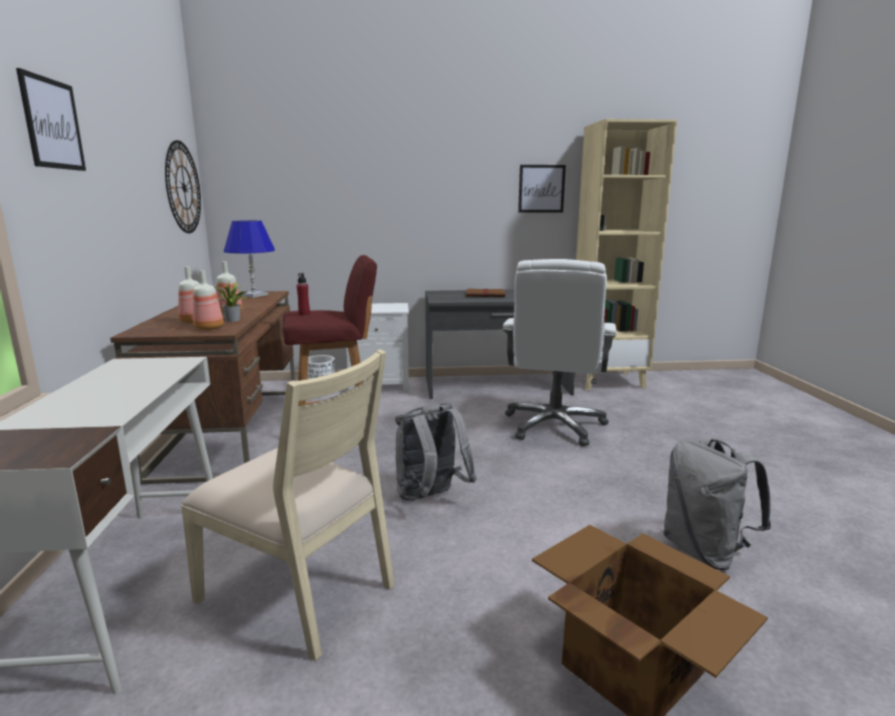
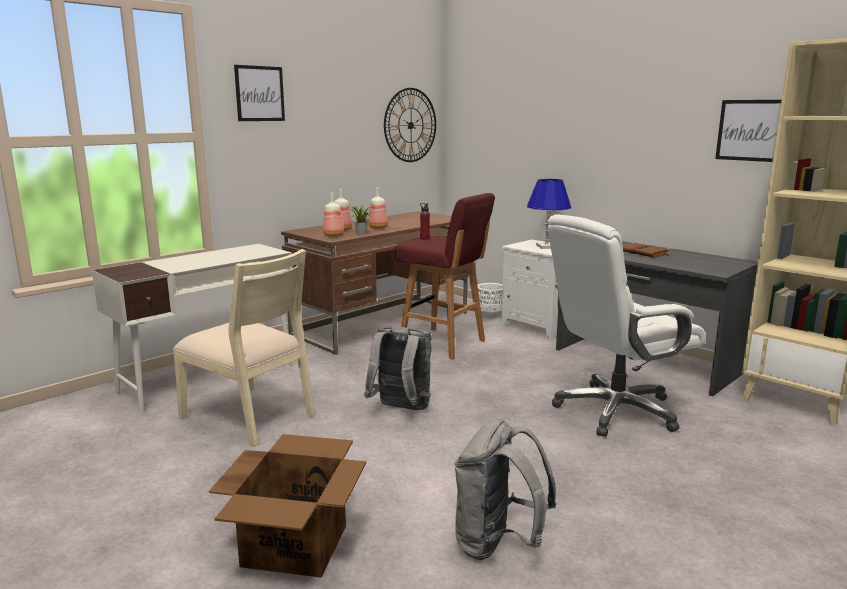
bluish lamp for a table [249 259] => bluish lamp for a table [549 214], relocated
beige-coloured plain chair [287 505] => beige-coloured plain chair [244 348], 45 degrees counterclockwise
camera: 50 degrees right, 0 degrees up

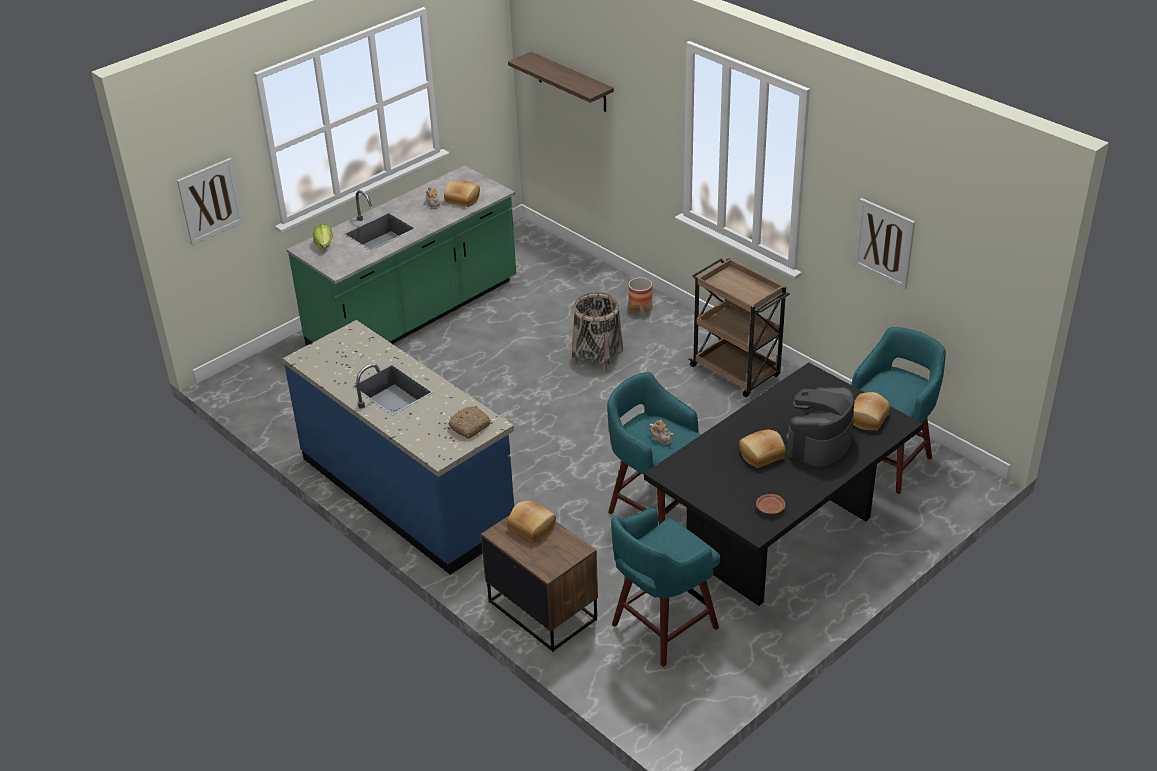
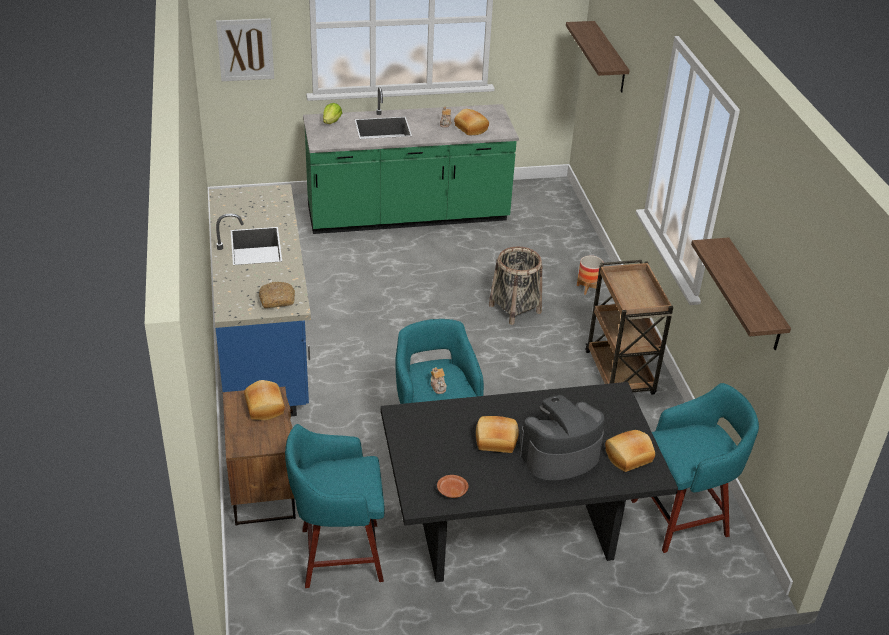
wall picture [884 244] => bracket shelf [741 293]
camera: 30 degrees right, 0 degrees up

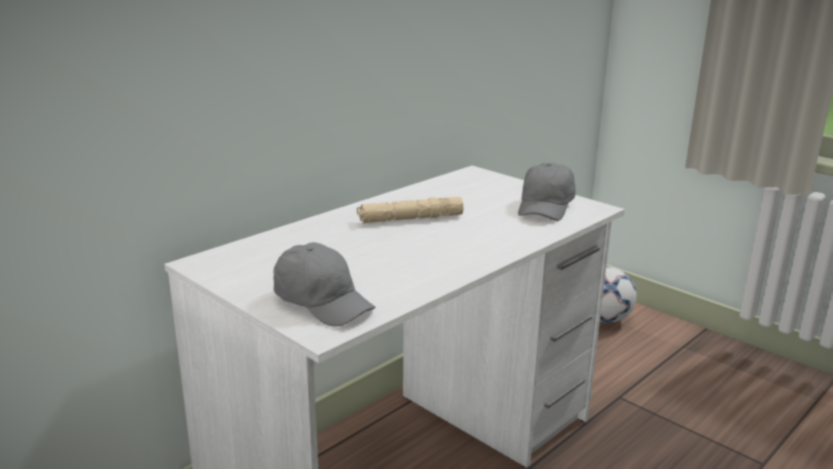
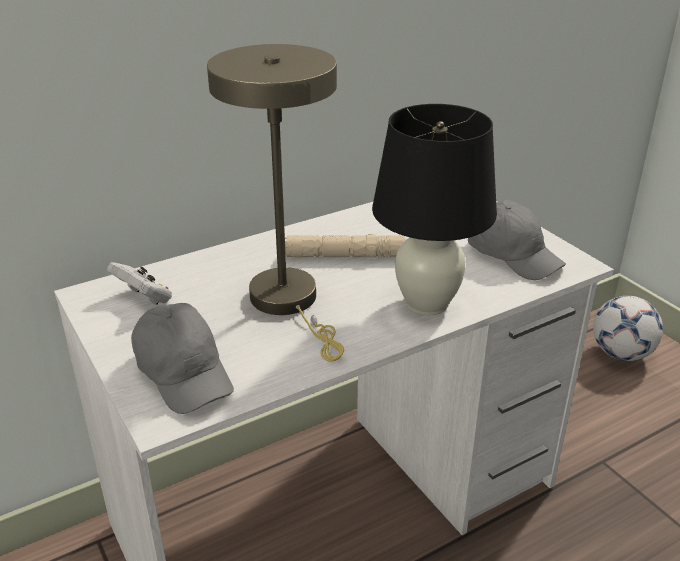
greyish cap [547 192] => greyish cap [517 240], 75 degrees counterclockwise
nothing => beige-coloured lamp for a table [275 202]
nothing => blackish lamp for a table [434 210]
nothing => white joypad [139 283]
camera: 15 degrees right, 10 degrees up

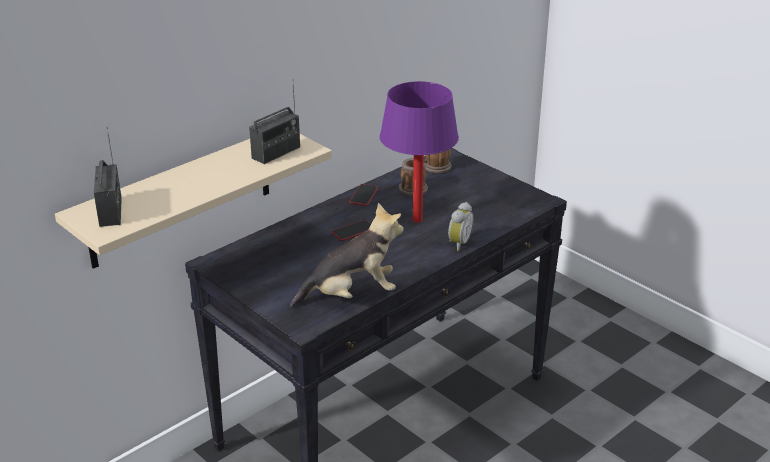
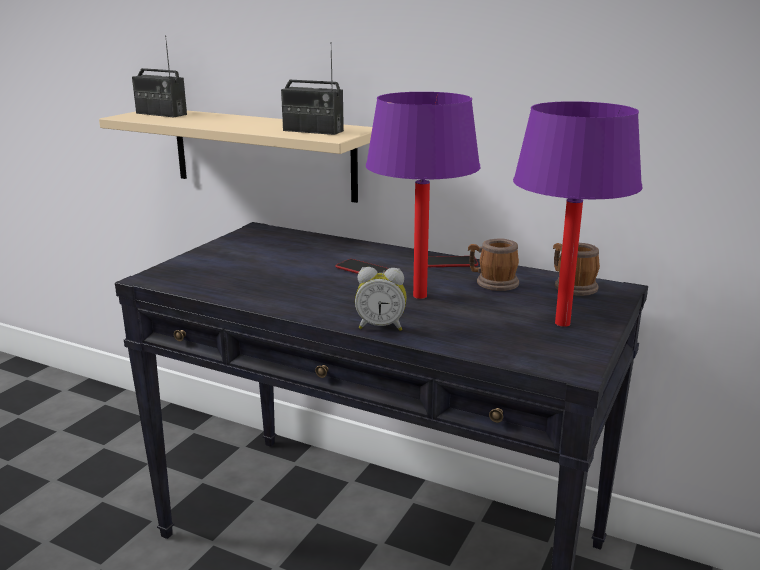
radio receiver [108 177] => radio receiver [159 76], 60 degrees clockwise
soft toy [347 255] => nothing
nothing => purplish lamp for a table [577 214]
camera: 70 degrees right, 10 degrees down

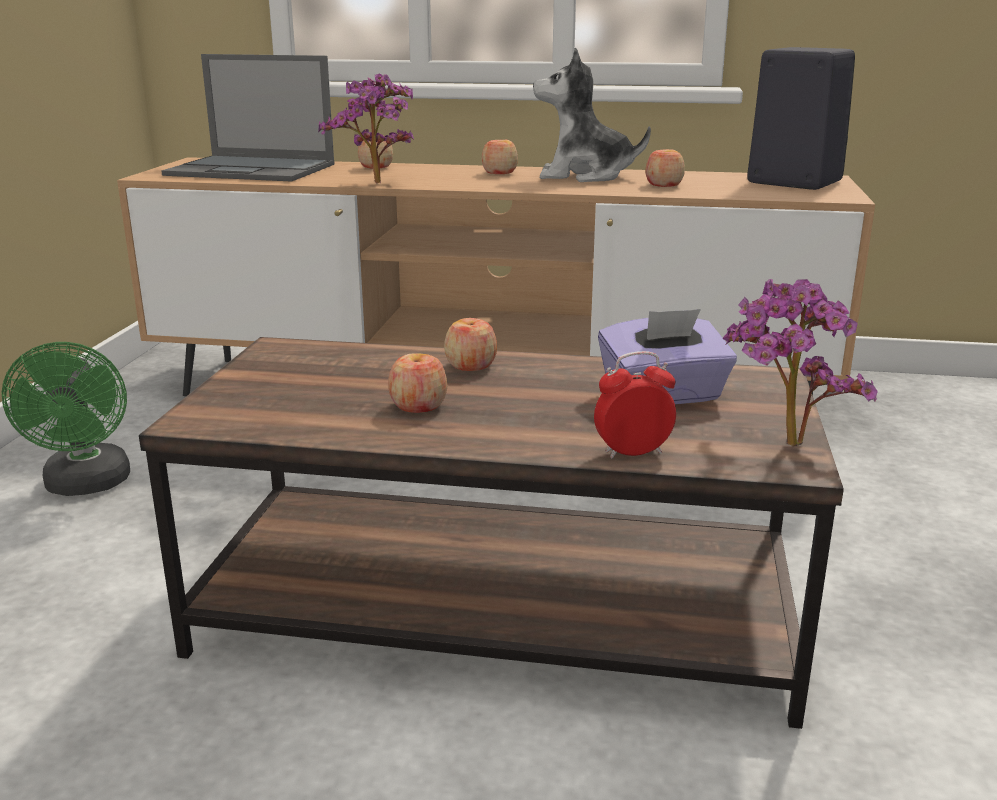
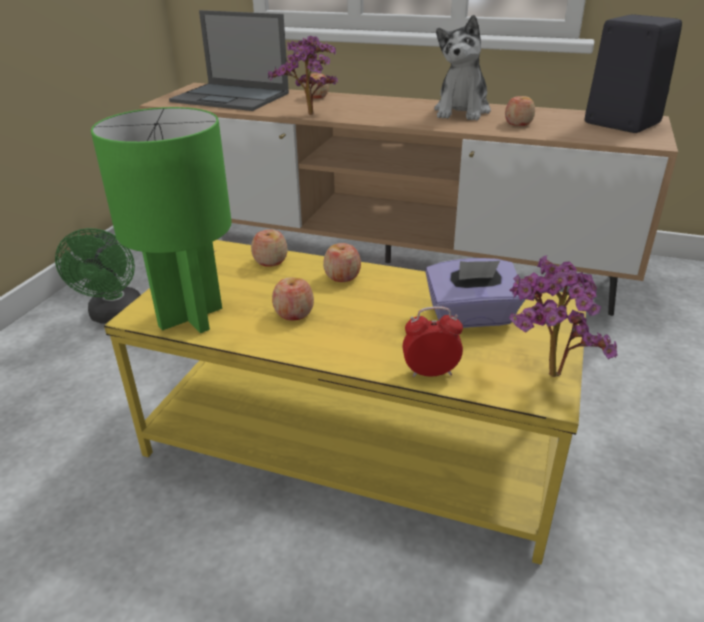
soft toy [592 114] => soft toy [462 68], 90 degrees counterclockwise
apple [500 157] => apple [269 248], relocated
brown-coloured coffee table [491 533] => yellow coffee table [345 402]
nothing => greenish lamp for a table [161 220]
camera: 10 degrees right, 10 degrees up

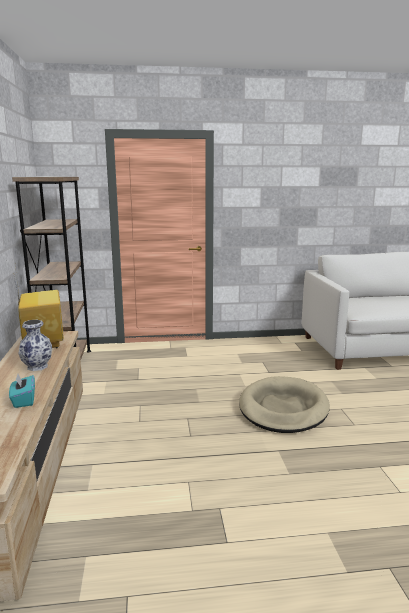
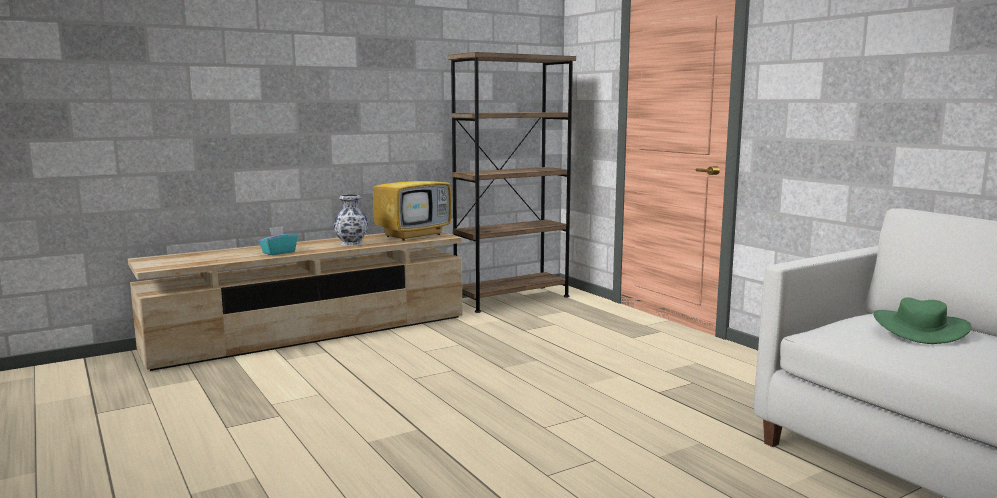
beige-coloured dog cushion [284 404] => nothing
nothing => greenish wearable hat [922 320]
camera: 65 degrees right, 5 degrees down

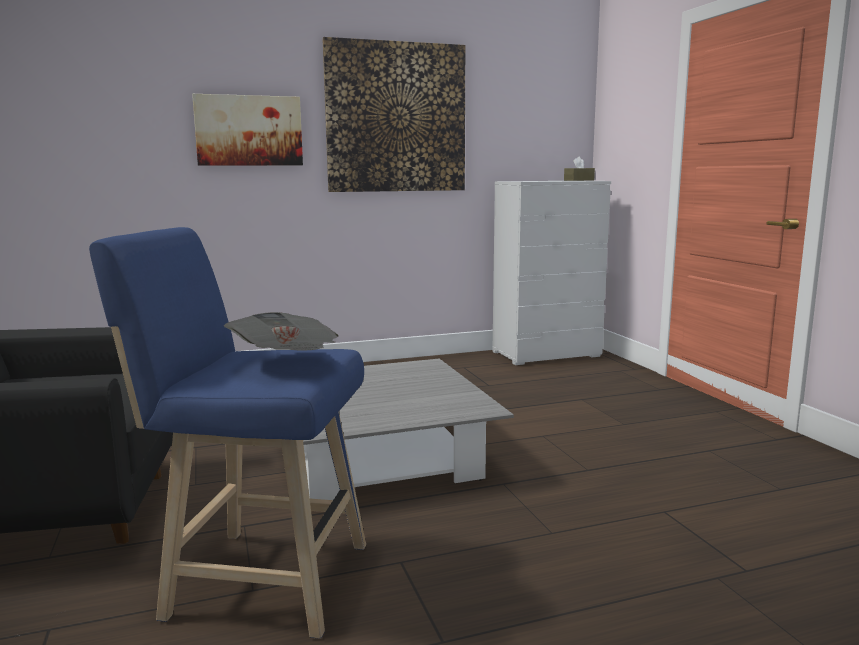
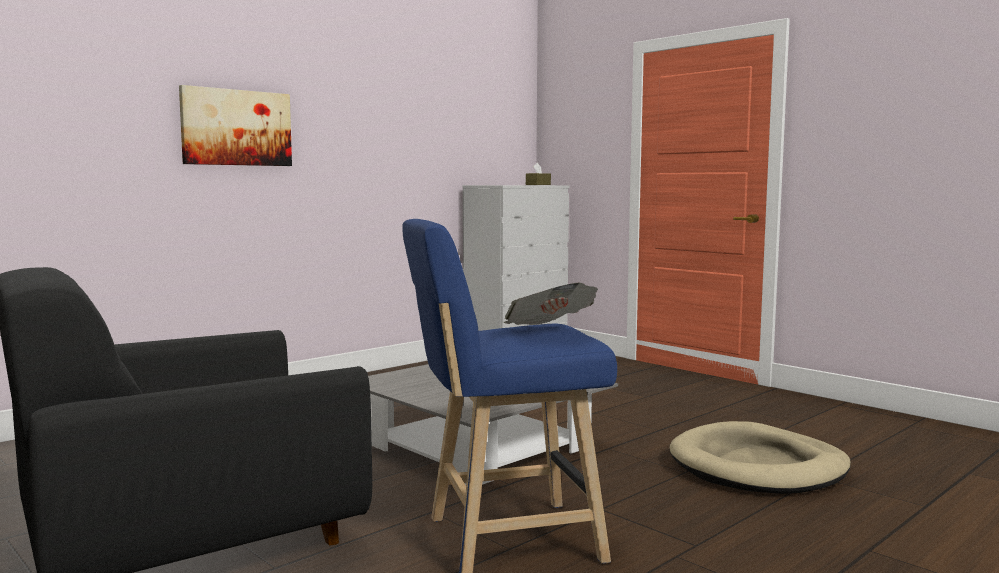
wall picture [393 114] => nothing
nothing => beige-coloured dog cushion [760 457]
camera: 25 degrees left, 5 degrees down

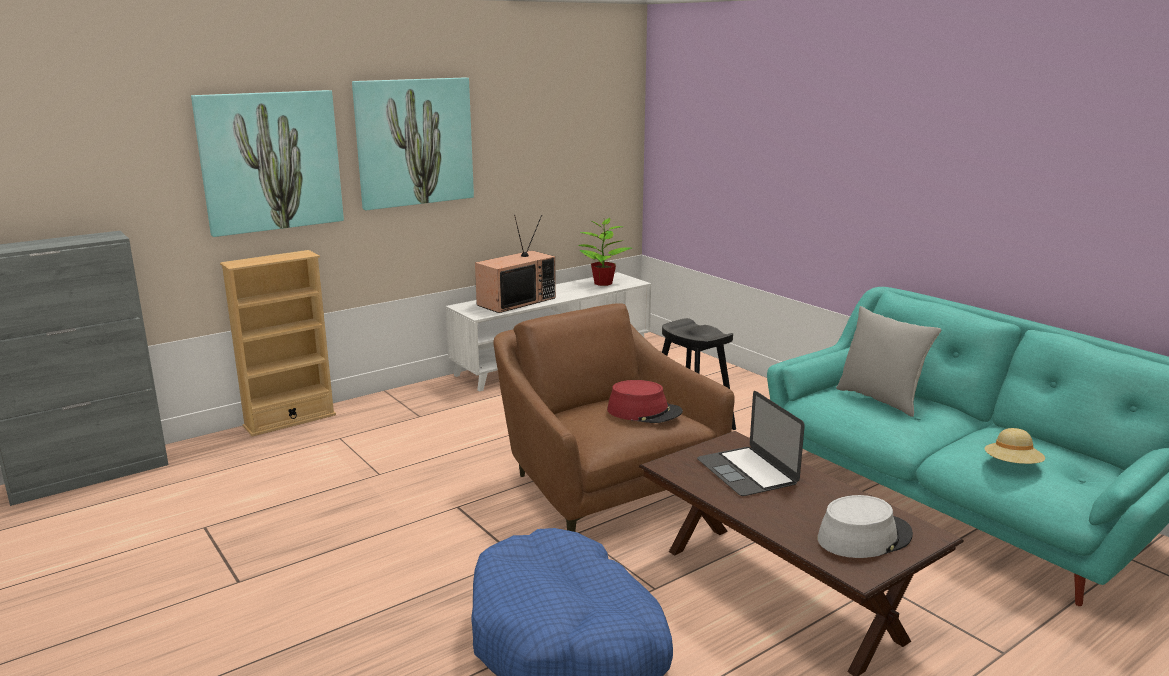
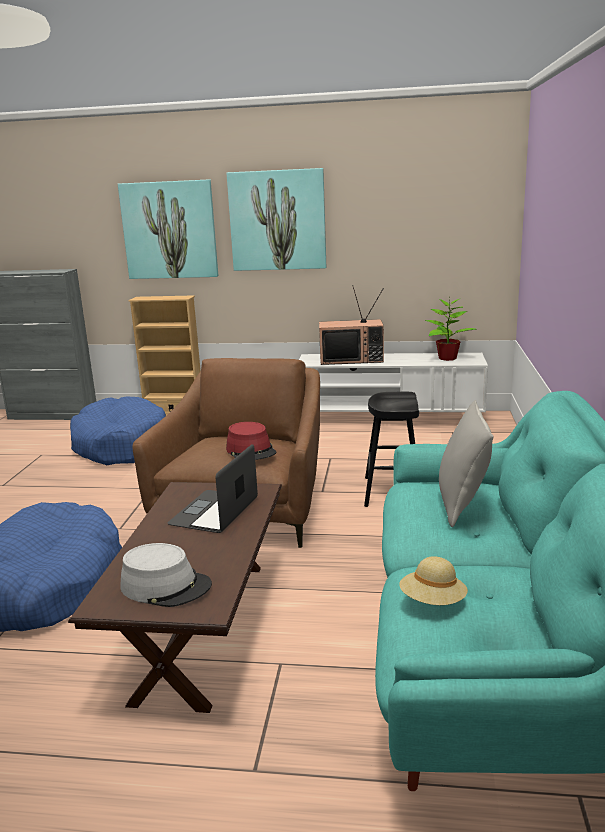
nothing => bluish dog cushion [118 431]
camera: 45 degrees right, 0 degrees up

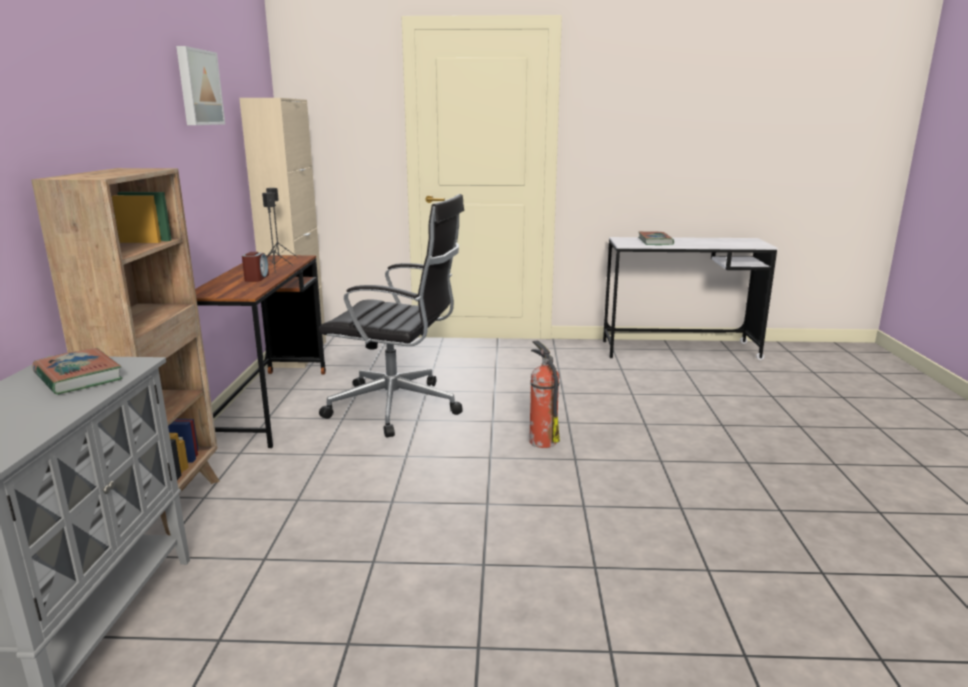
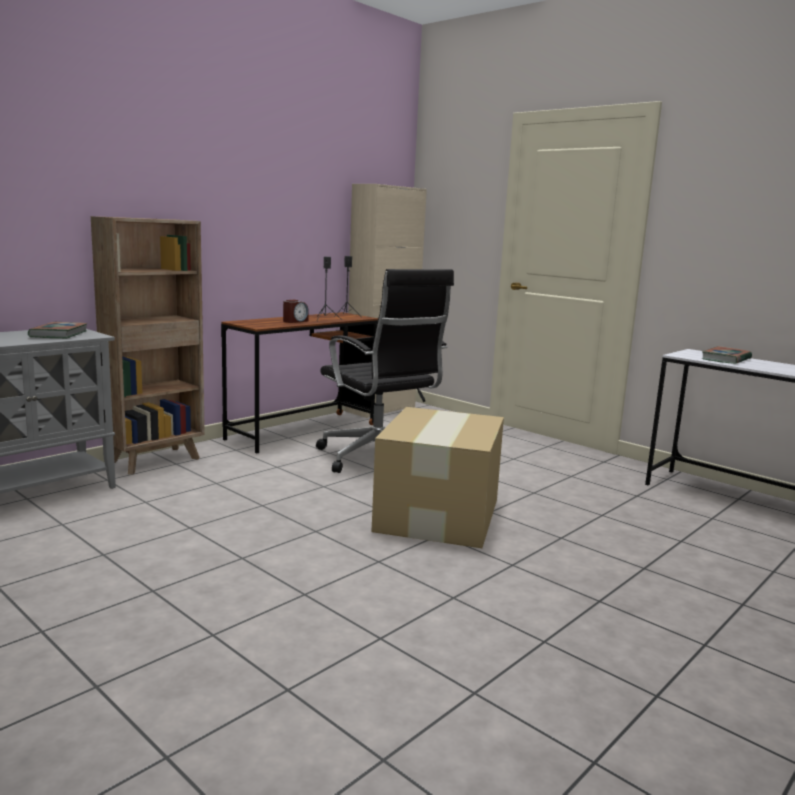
wall picture [200 85] => nothing
extinguisher [544 394] => carton [437 477]
camera: 40 degrees right, 5 degrees down

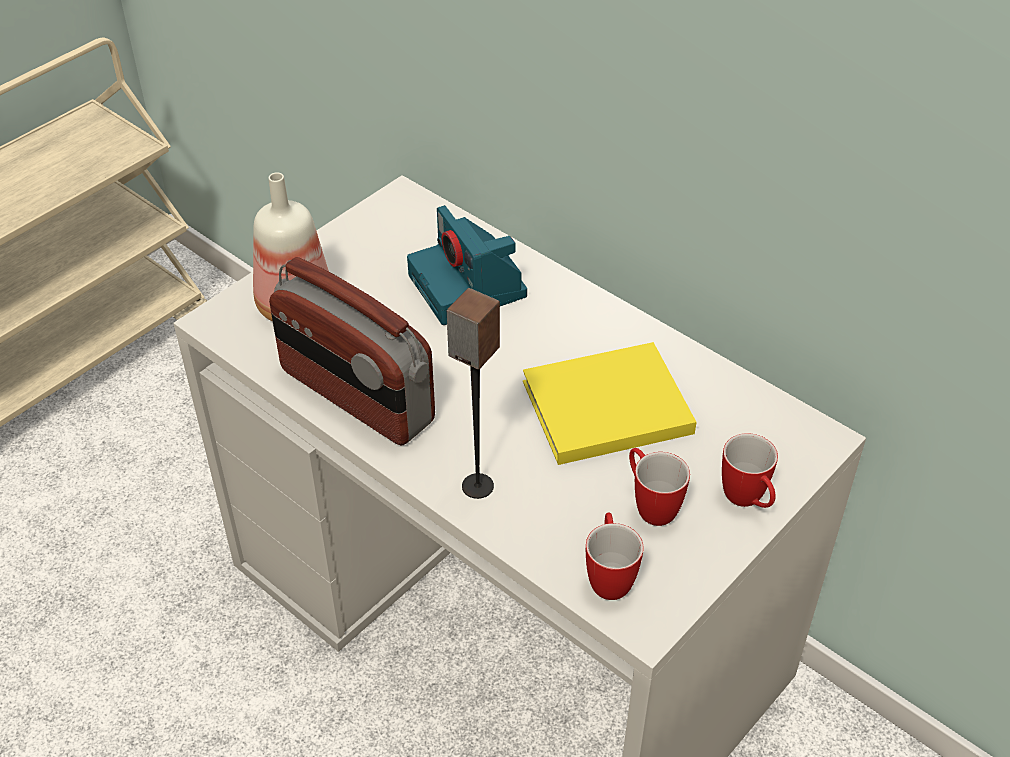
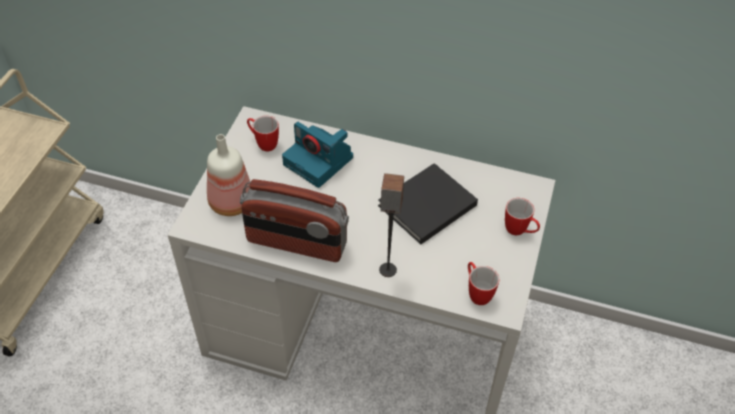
yellow book [609 403] => blackish book [428 203]
coffee mug [659 487] => coffee mug [263 133], relocated
camera: 25 degrees left, 5 degrees up

